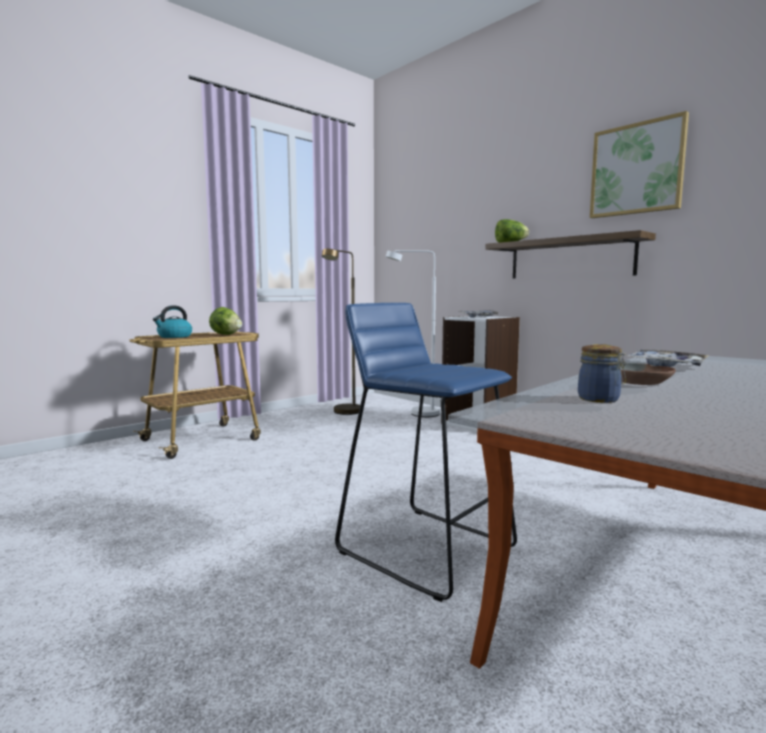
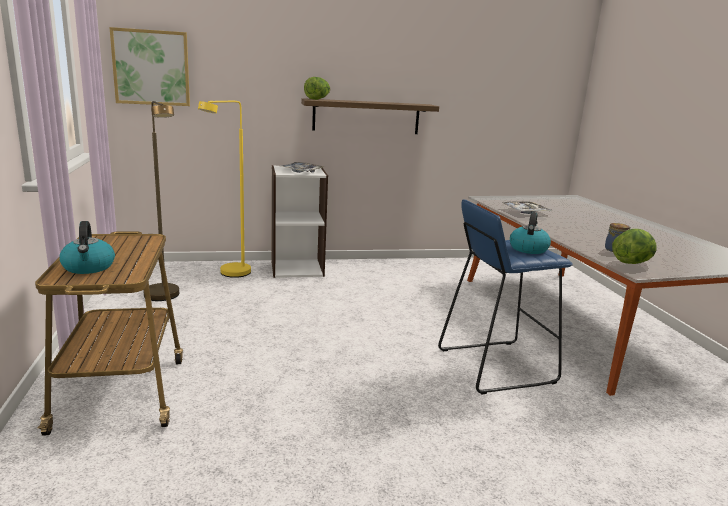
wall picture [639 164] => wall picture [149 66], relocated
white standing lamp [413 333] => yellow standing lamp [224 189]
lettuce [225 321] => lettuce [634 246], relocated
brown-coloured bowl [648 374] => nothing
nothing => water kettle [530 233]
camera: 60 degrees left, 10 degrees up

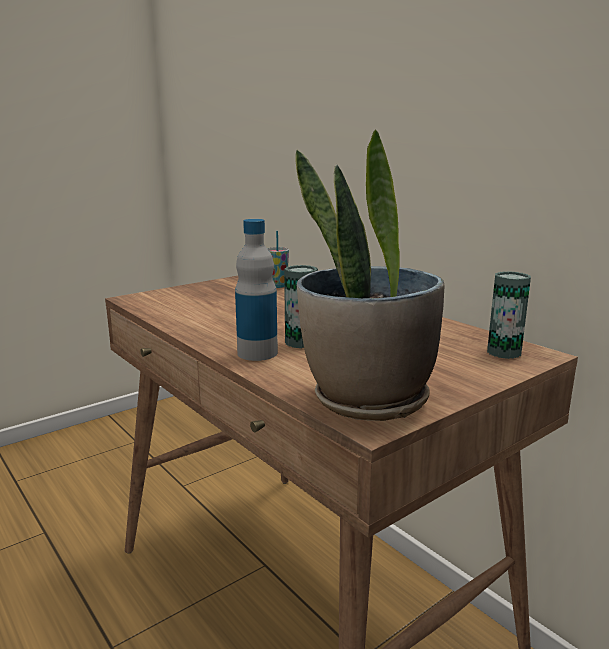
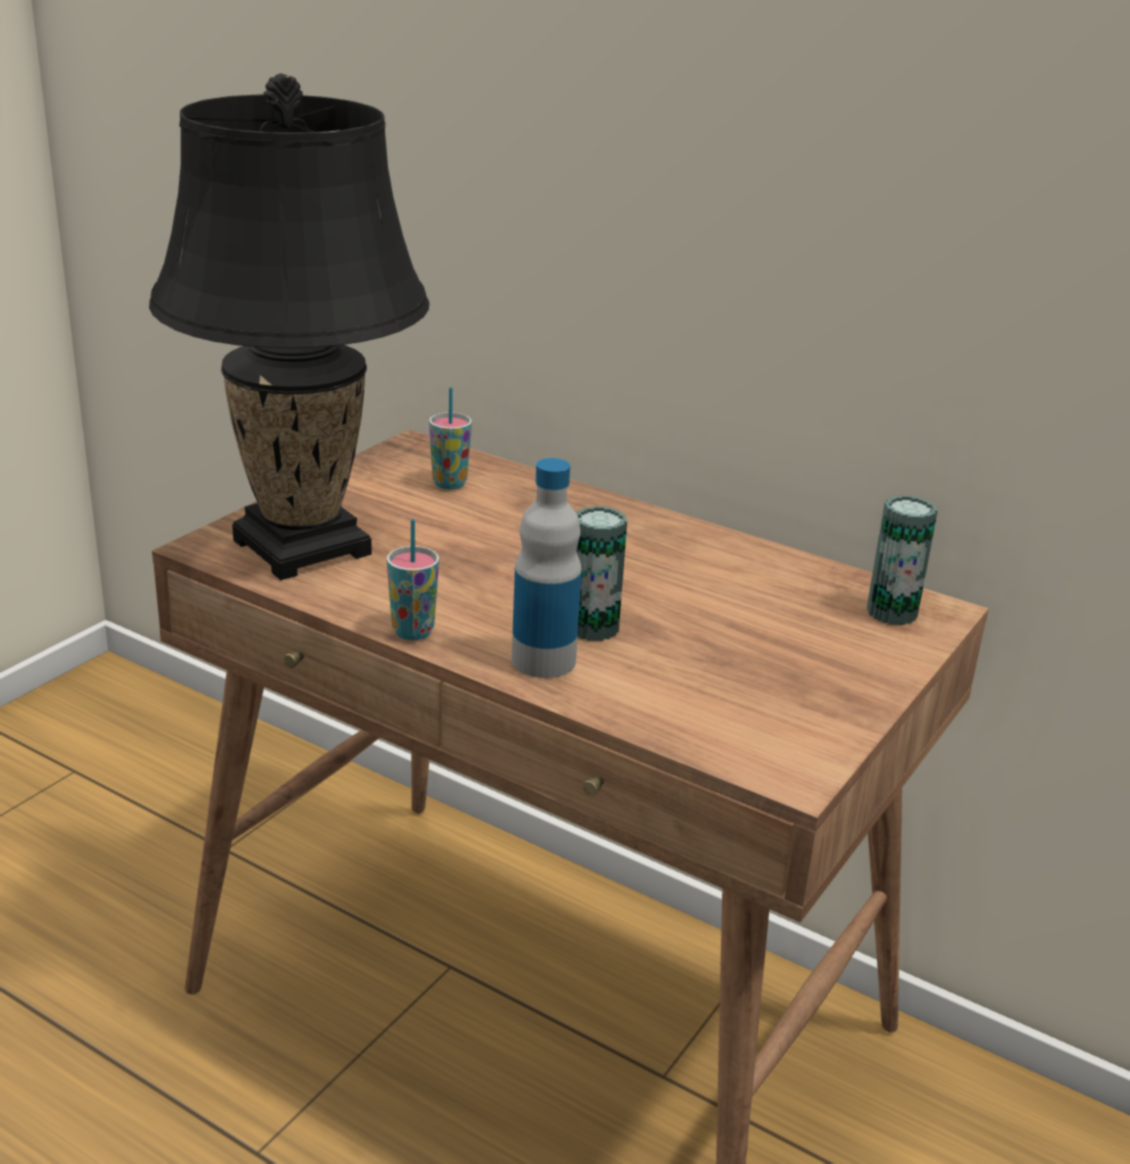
plant in a pot [369 275] => nothing
nothing => blackish lamp for a table [289 326]
nothing => small cup [413 579]
camera: 20 degrees left, 10 degrees up

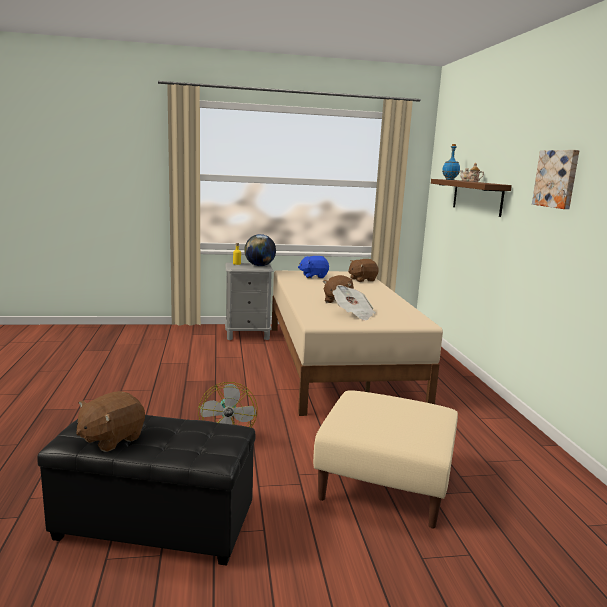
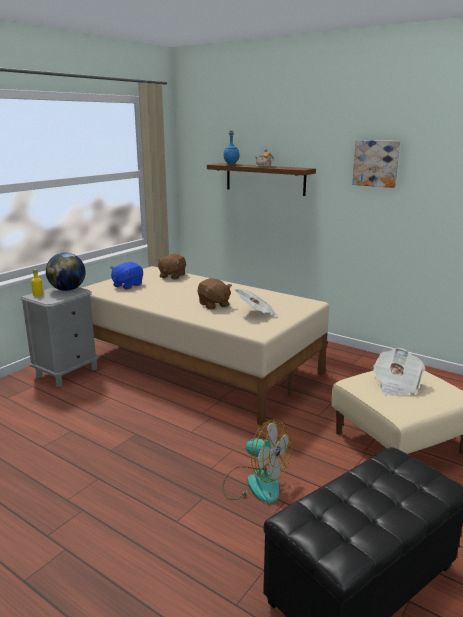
brown-coloured soft toy [110 421] => nothing
nothing => newspaper [399 372]
camera: 45 degrees left, 5 degrees up

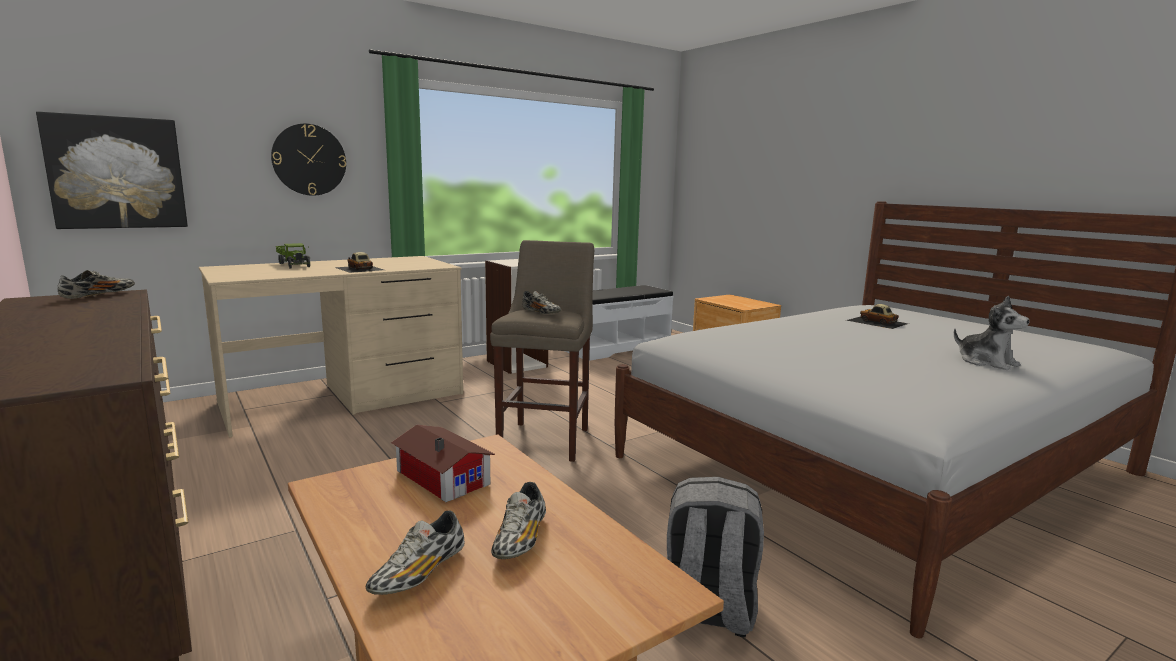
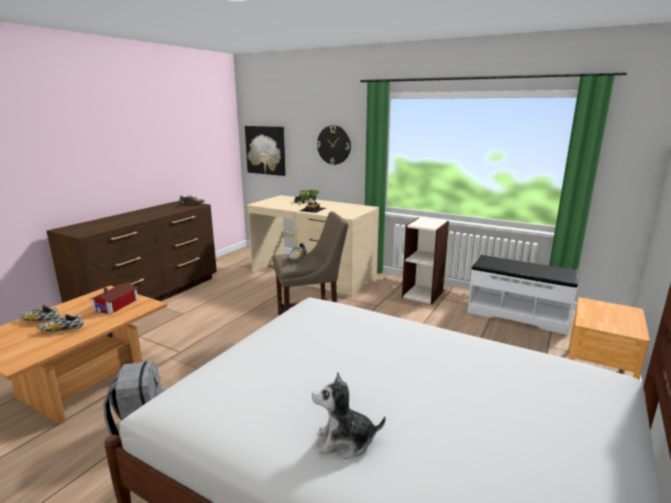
soft toy [992 333] => soft toy [349 415], 60 degrees clockwise
toy car [877 316] => nothing
camera: 65 degrees right, 5 degrees up

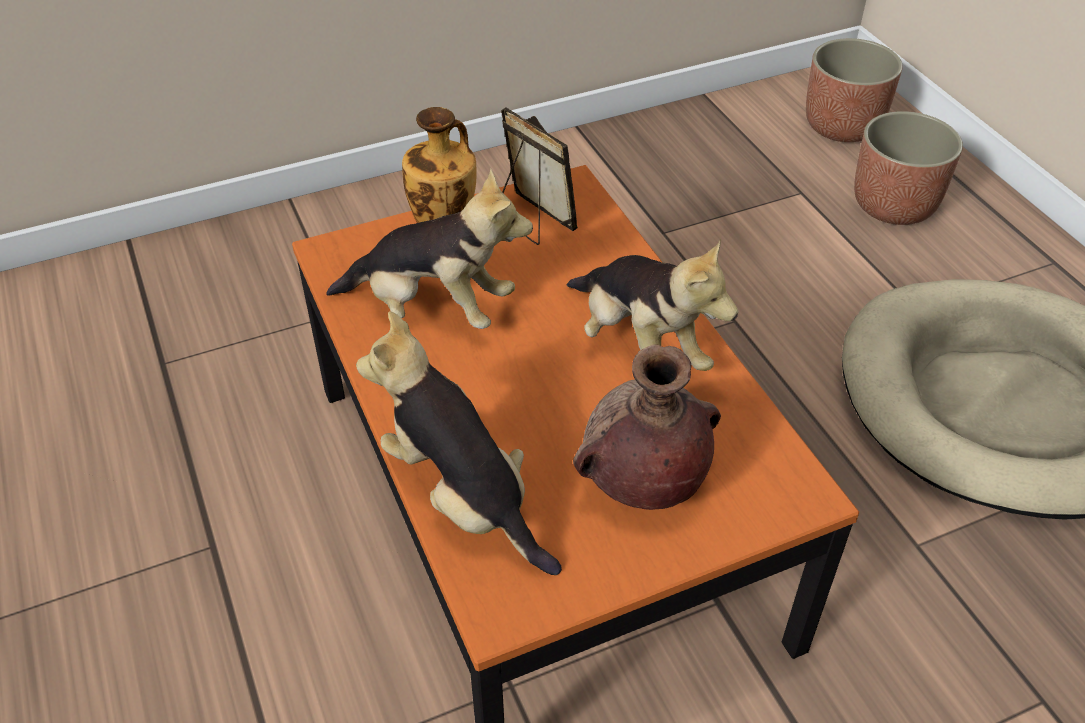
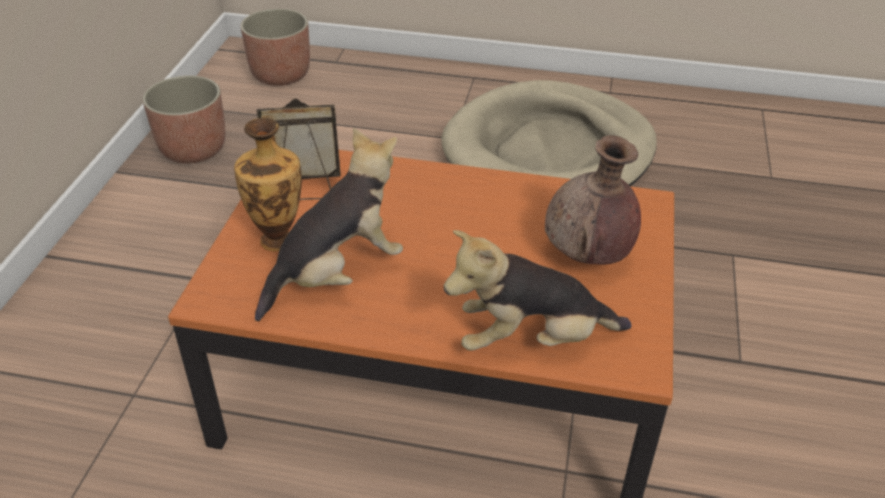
flower pot [908 168] => flower pot [184 119], relocated
soft toy [652 305] => nothing
camera: 55 degrees left, 5 degrees down

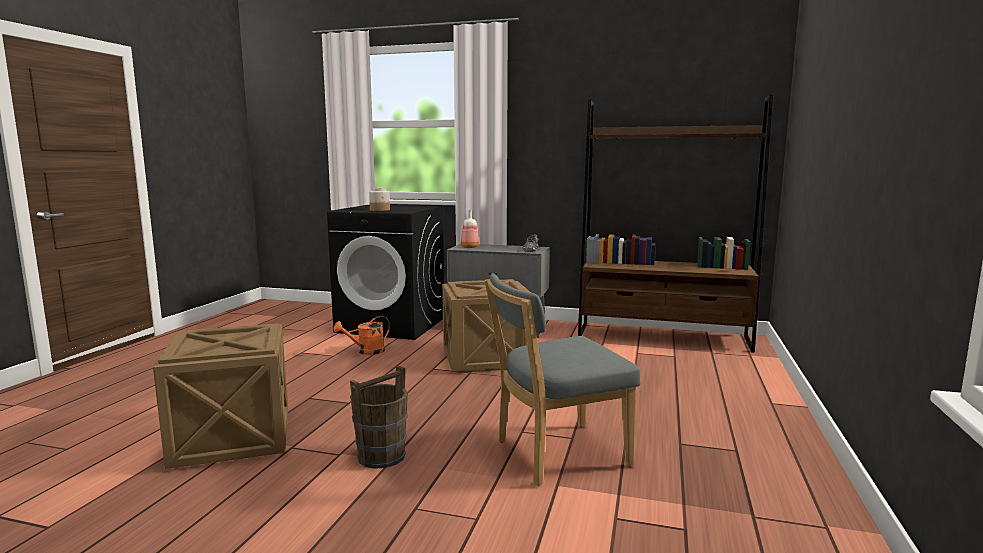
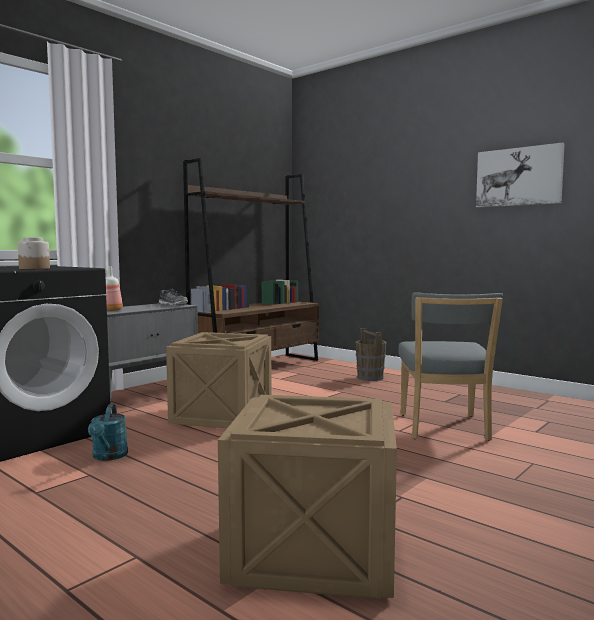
orange watering pot [362 335] => turquoise watering pot [108 432]
brown-coloured water bucket [379 417] => brown-coloured water bucket [370 354], relocated
nothing => wall picture [520 174]
camera: 65 degrees left, 5 degrees down

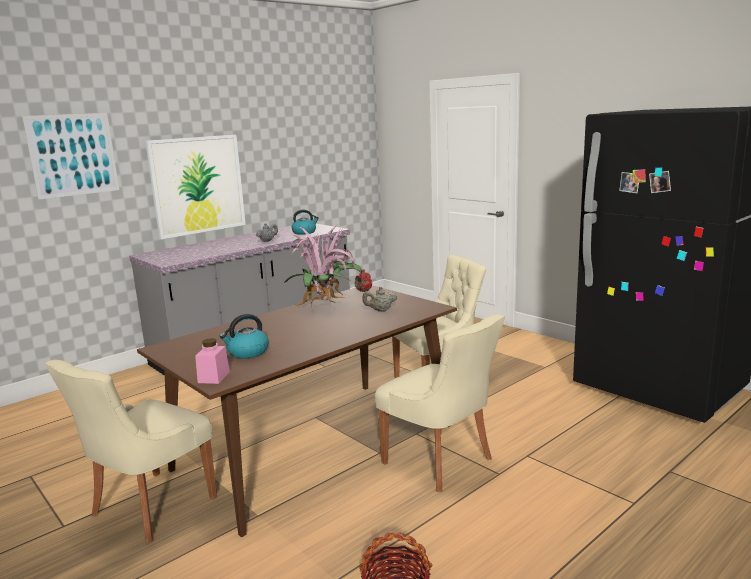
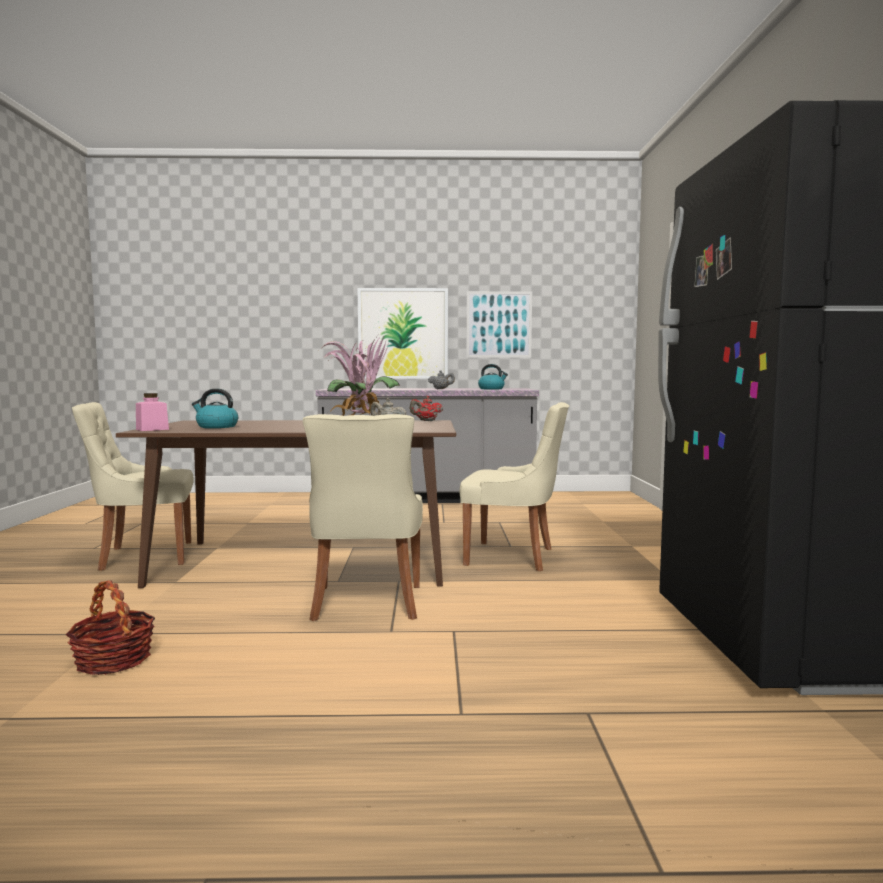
wall picture [70 156] => wall picture [499 324], relocated
camera: 40 degrees right, 10 degrees down

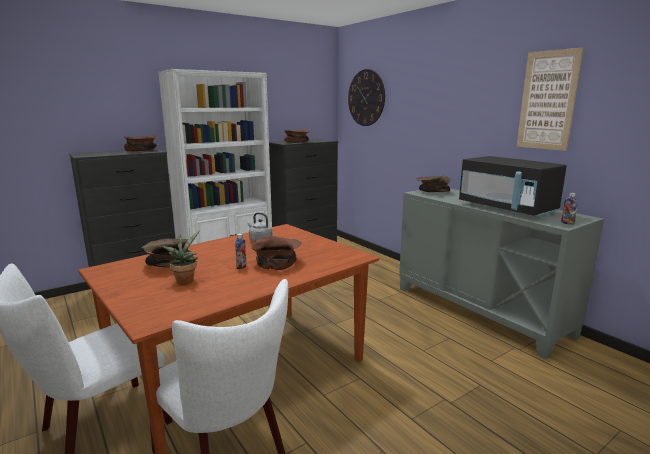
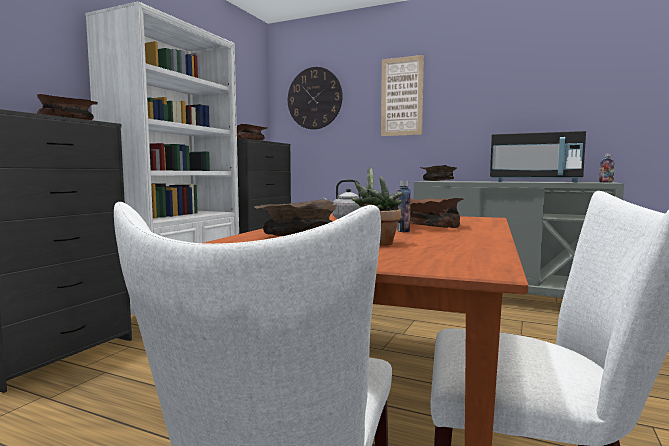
wall picture [550 99] => wall picture [402 95], relocated
camera: 30 degrees left, 10 degrees down

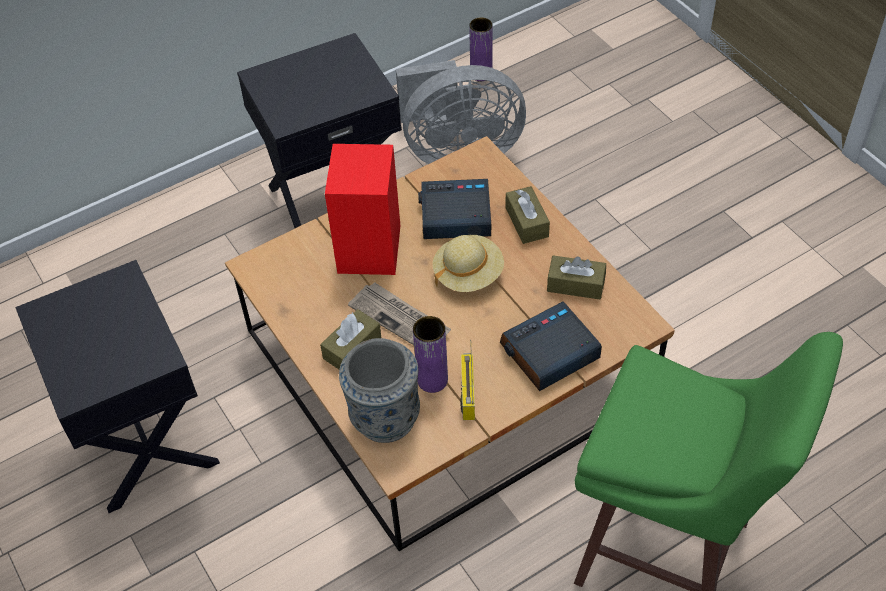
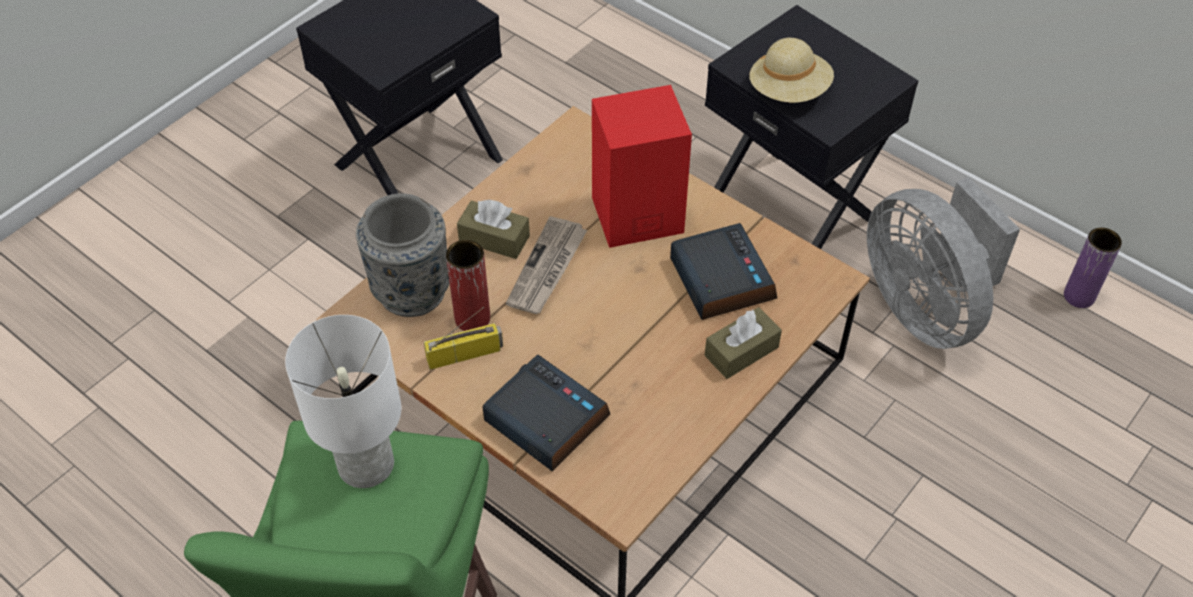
beige-coloured wearable hat [468 263] => beige-coloured wearable hat [791 70], relocated
brown-coloured tissue box [576 277] => nothing
purplish decorative vase [430 354] => red-coloured decorative vase [468 285]
nothing => white lamp for a table [343 401]
camera: 70 degrees right, 0 degrees up

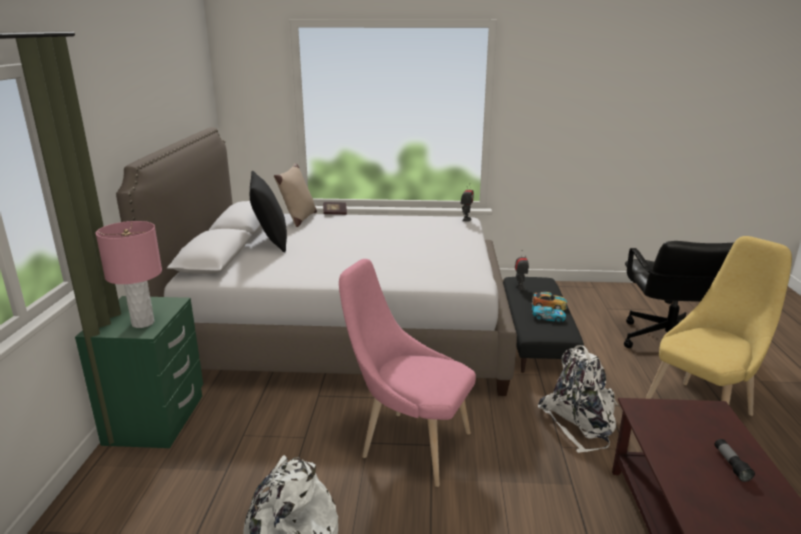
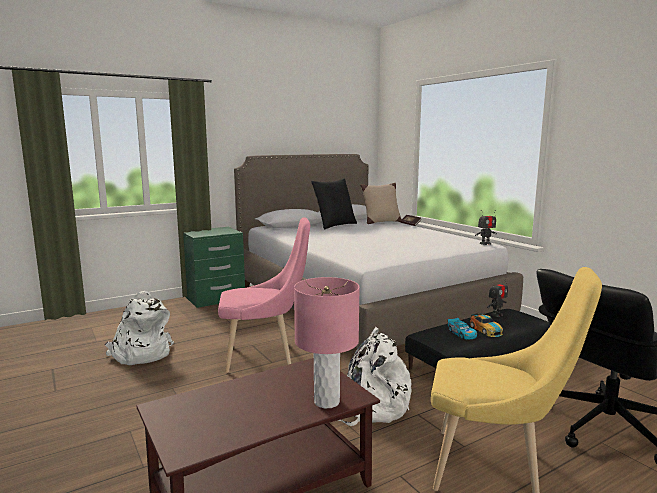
pink-coloured lamp for a table [129 274] => pink-coloured lamp for a table [327 343], relocated
pink-coloured plain chair [407 373] => pink-coloured plain chair [264 295], 90 degrees clockwise
hand torch [734 460] => nothing
camera: 55 degrees right, 10 degrees down

